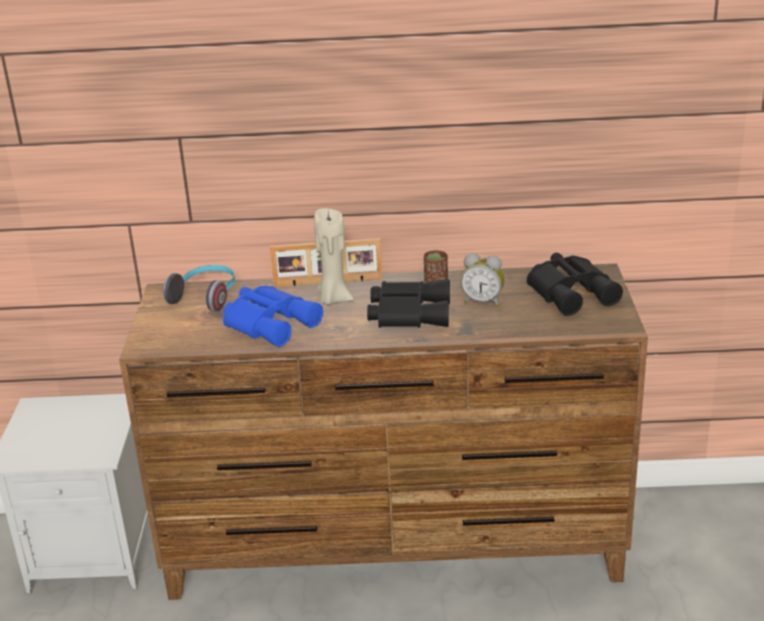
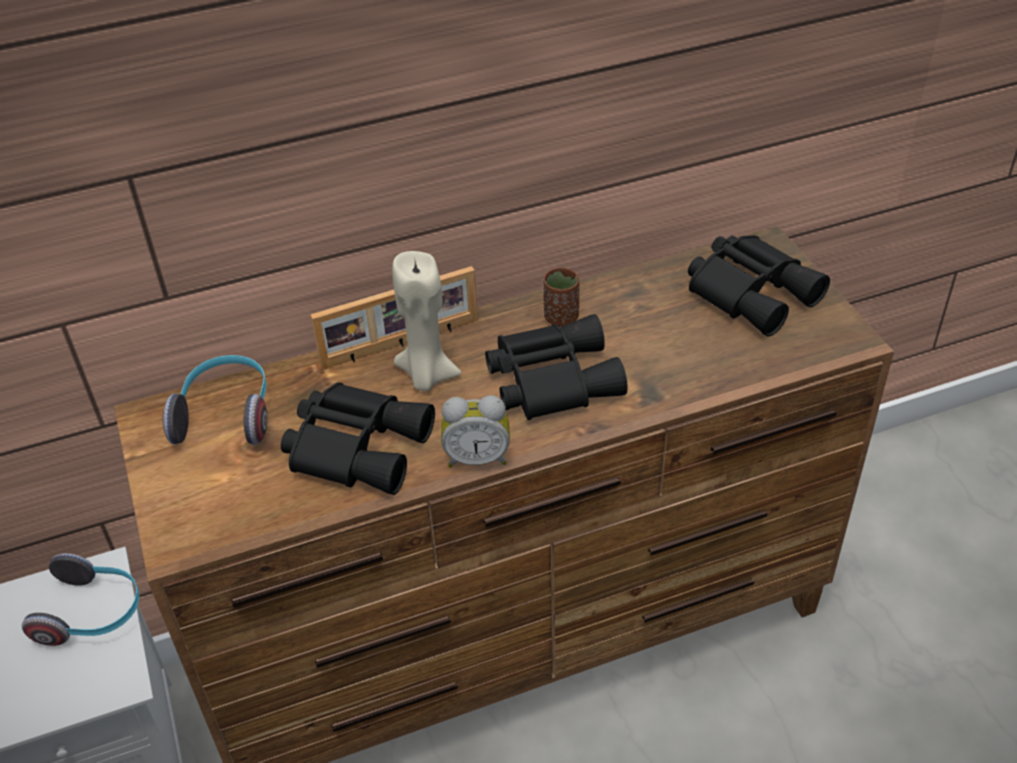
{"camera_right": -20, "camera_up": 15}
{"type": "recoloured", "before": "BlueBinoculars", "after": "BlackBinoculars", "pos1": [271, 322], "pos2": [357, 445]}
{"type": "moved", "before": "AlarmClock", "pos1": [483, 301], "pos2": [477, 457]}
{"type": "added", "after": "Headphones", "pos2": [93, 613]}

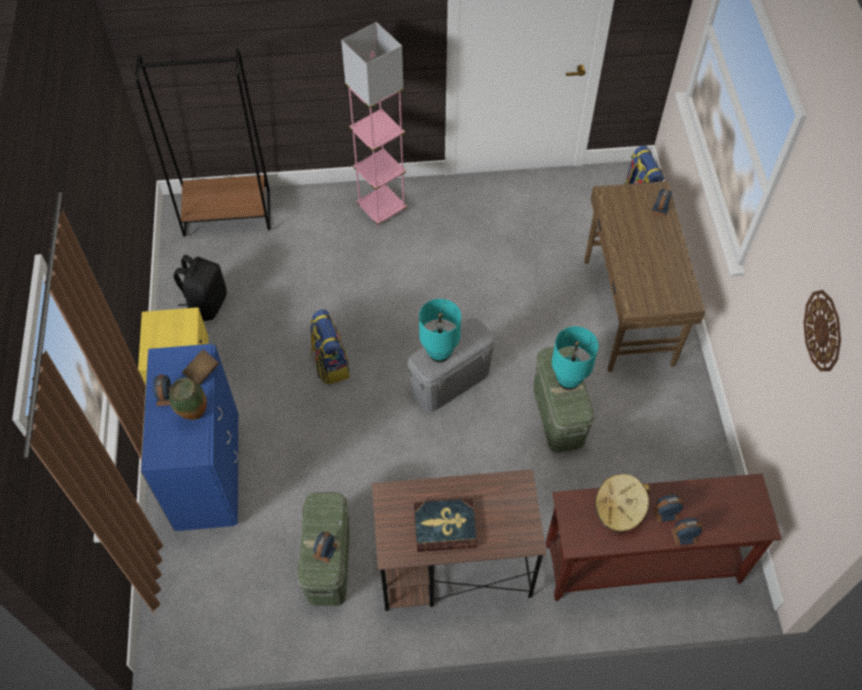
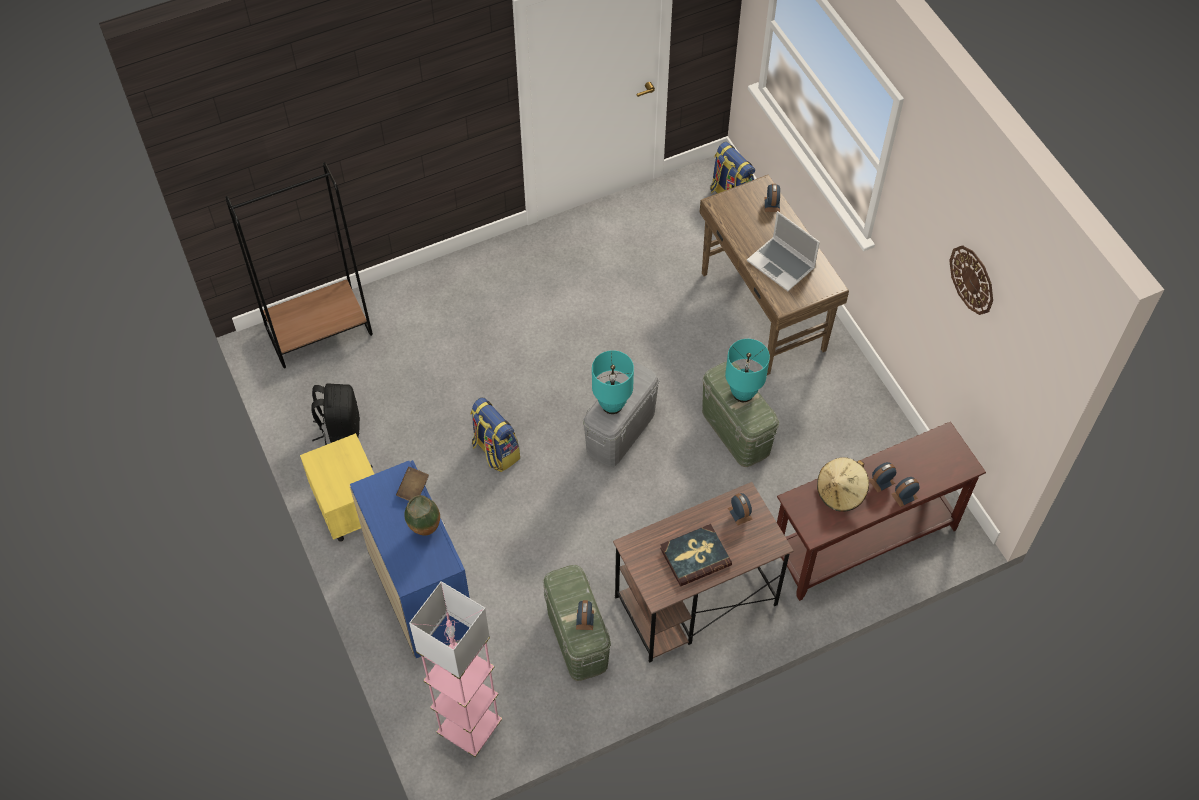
{"camera_right": -20, "camera_up": 0}
{"type": "moved", "before": "AlarmClock", "pos1": [166, 396], "pos2": [740, 513]}
{"type": "moved", "before": "PinkFloorLamp", "pos1": [381, 208], "pos2": [470, 728]}
{"type": "added", "after": "Laptop", "pos2": [782, 265]}

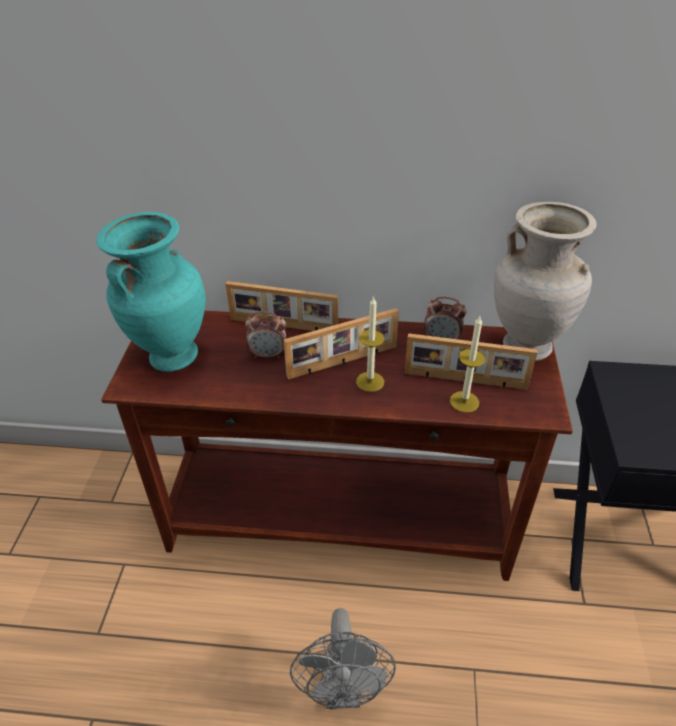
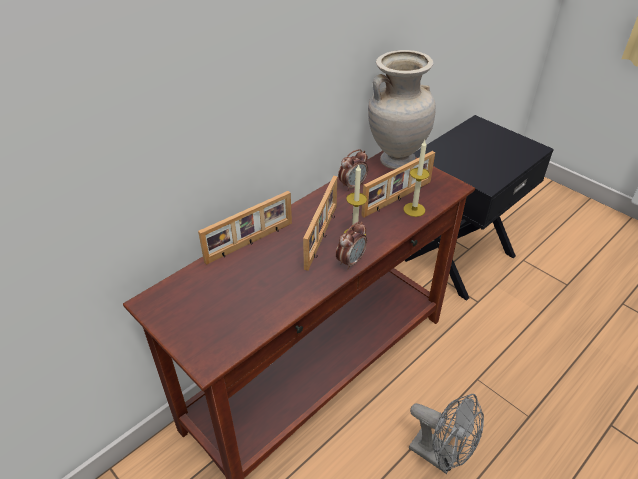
{"camera_right": -50, "camera_up": 0}
{"type": "removed", "before": "TurquoiseVase", "pos1": [171, 357]}
{"type": "moved", "before": "AlarmClock", "pos1": [268, 354], "pos2": [350, 261]}

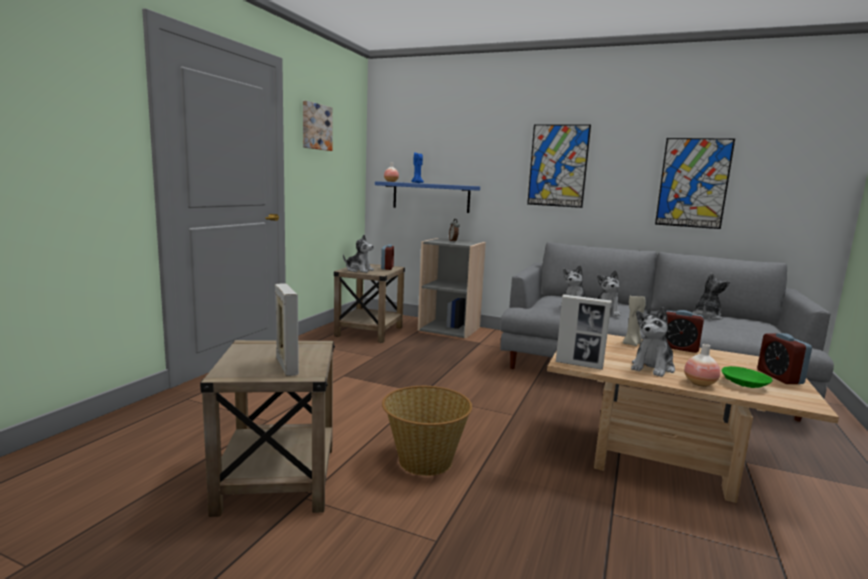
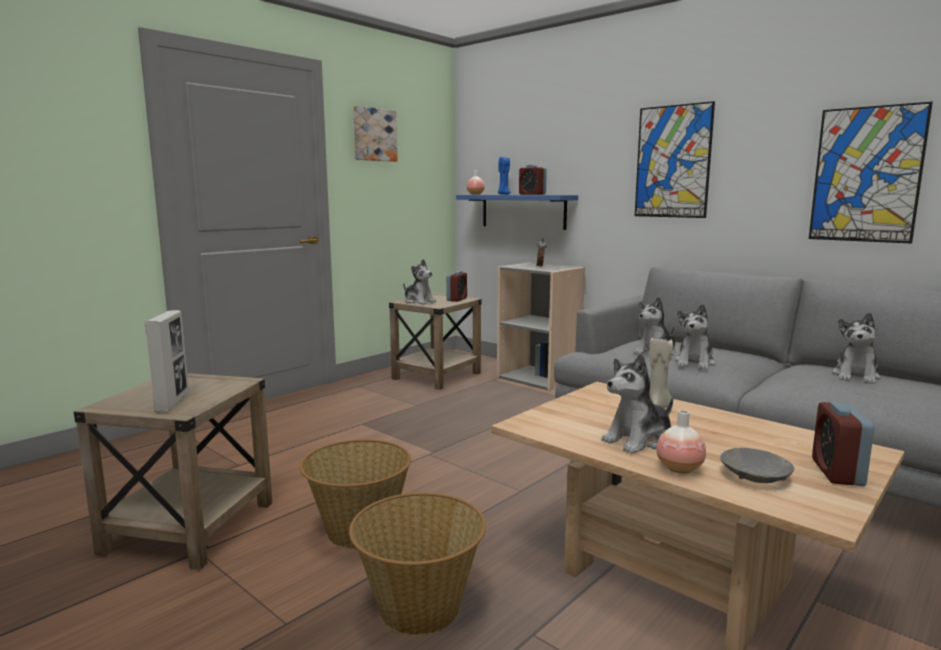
{"camera_right": 20, "camera_up": 0}
{"type": "removed", "before": "PictureFrame", "pos1": [579, 365]}
{"type": "moved", "before": "AlarmClock", "pos1": [679, 348], "pos2": [532, 194]}
{"type": "turned", "before": "PlushToy", "pos1": [706, 316], "pos2": [856, 376], "turn": 150}
{"type": "recoloured", "before": "GreenBowl", "after": "GreyBowl", "pos1": [745, 384], "pos2": [755, 477]}
{"type": "added", "after": "Basket", "pos2": [419, 609]}

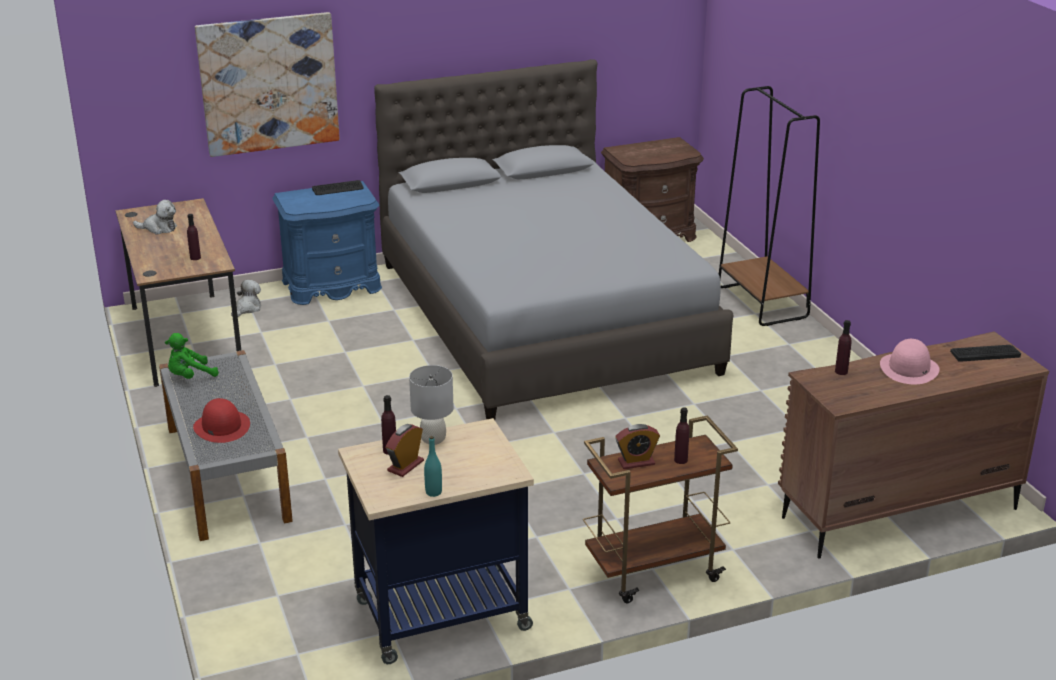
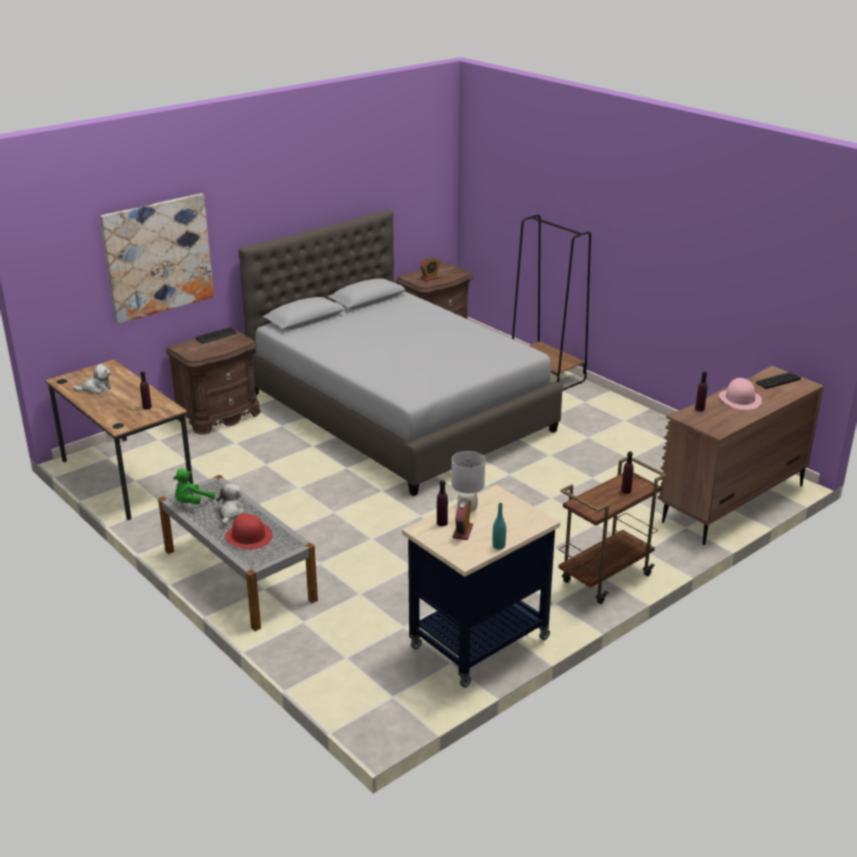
{"camera_right": -20, "camera_up": 0}
{"type": "moved", "before": "PlushToy", "pos1": [247, 309], "pos2": [230, 513]}
{"type": "recoloured", "before": "BlueNightstand", "after": "BrownNightstand", "pos1": [333, 287], "pos2": [221, 416]}
{"type": "moved", "before": "AlarmClock", "pos1": [636, 462], "pos2": [430, 278]}

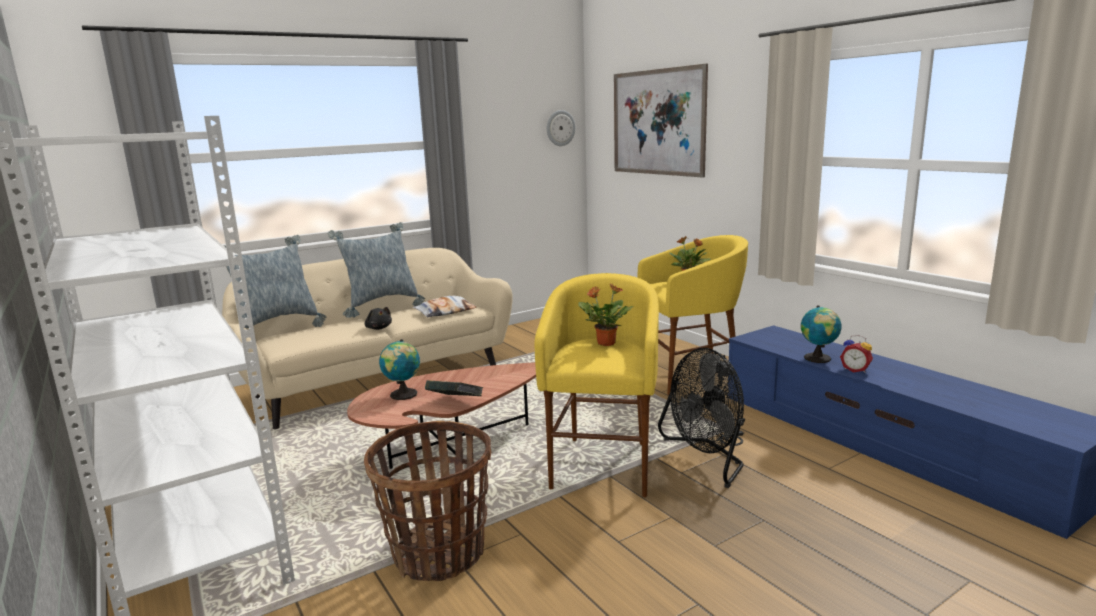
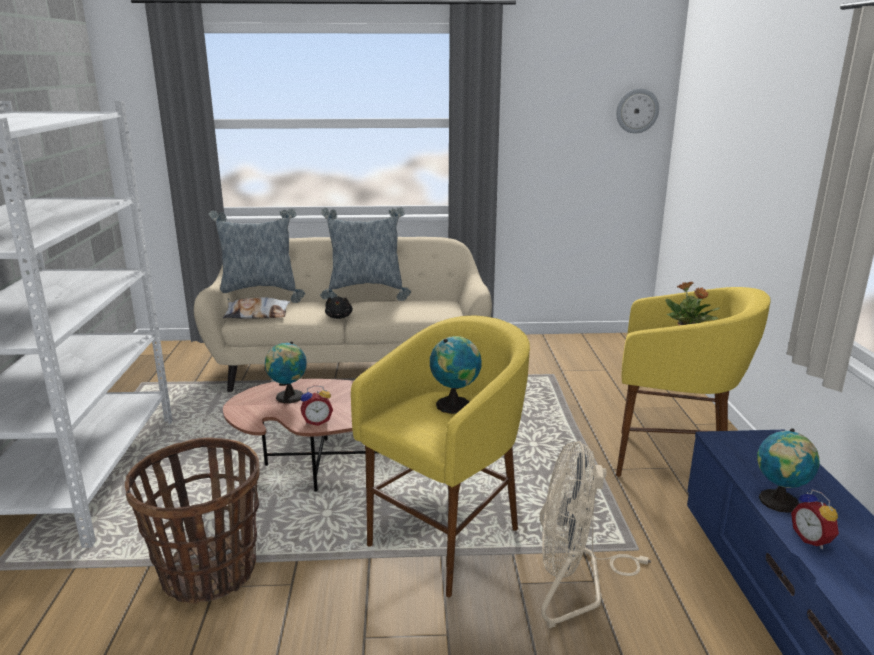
{"camera_right": 30, "camera_up": 5}
{"type": "moved", "before": "Pillow", "pos1": [445, 312], "pos2": [257, 314]}
{"type": "replaced", "before": "Book", "after": "AlarmClock", "pos1": [455, 403], "pos2": [317, 421]}
{"type": "replaced", "before": "PottedPlant", "after": "Globe", "pos1": [605, 343], "pos2": [455, 405]}
{"type": "removed", "before": "Picture", "pos1": [657, 122]}
{"type": "recoloured", "before": "BlackFan", "after": "BeigeFan", "pos1": [709, 455], "pos2": [576, 575]}

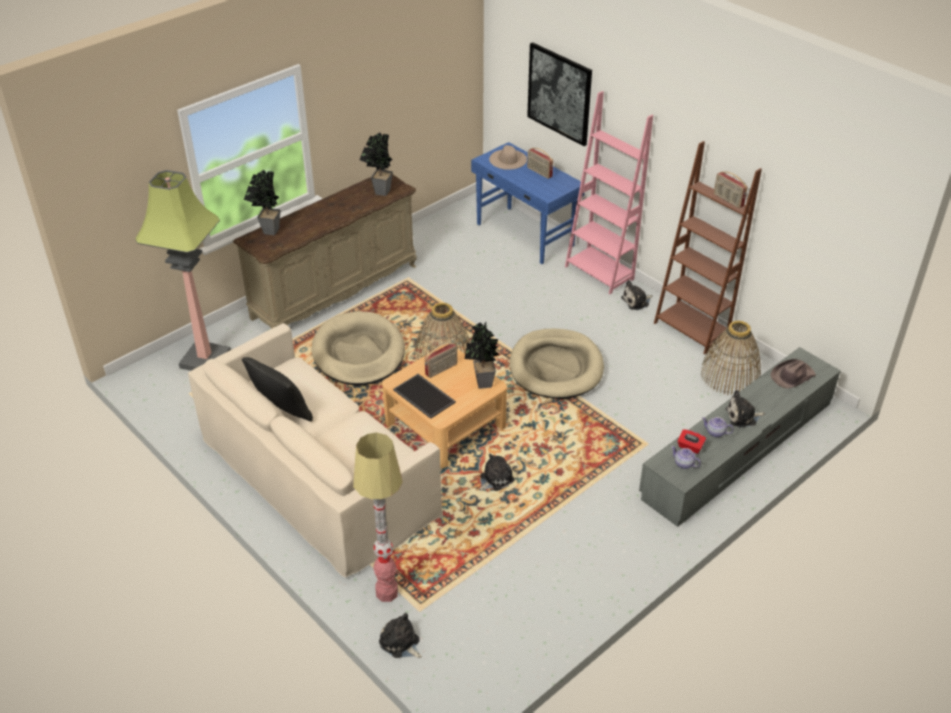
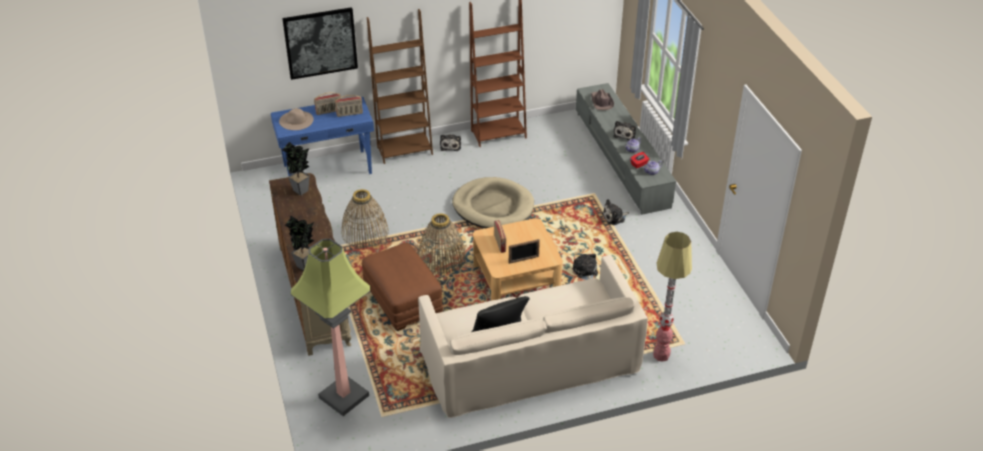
{"camera_right": -65, "camera_up": 0}
{"type": "replaced", "before": "BeigeDogBed", "after": "BrownOttoman", "pos1": [359, 353], "pos2": [403, 301]}
{"type": "moved", "before": "PlushToy", "pos1": [400, 643], "pos2": [614, 217]}
{"type": "replaced", "before": "Tray", "after": "PictureFrame", "pos1": [425, 396], "pos2": [523, 260]}
{"type": "removed", "before": "PottedPlant", "pos1": [483, 385]}
{"type": "recoloured", "before": "PinkBookcase", "after": "BrownBookcase", "pos1": [599, 273], "pos2": [404, 150]}
{"type": "moved", "before": "Basket", "pos1": [729, 375], "pos2": [365, 233]}
{"type": "moved", "before": "Radio", "pos1": [728, 200], "pos2": [349, 114]}

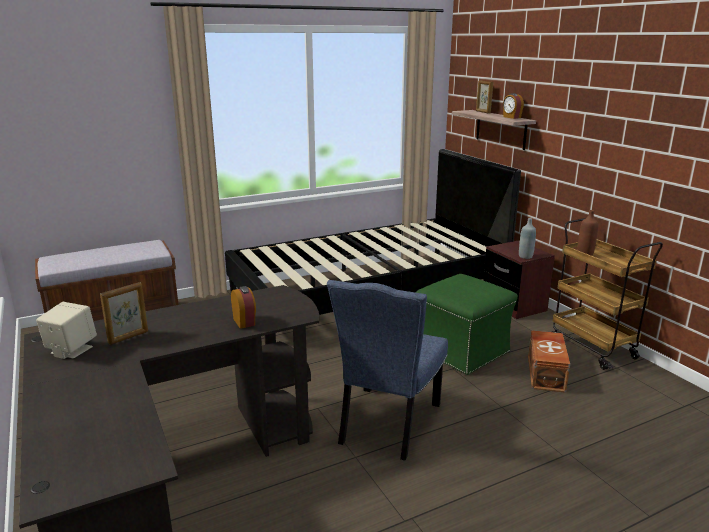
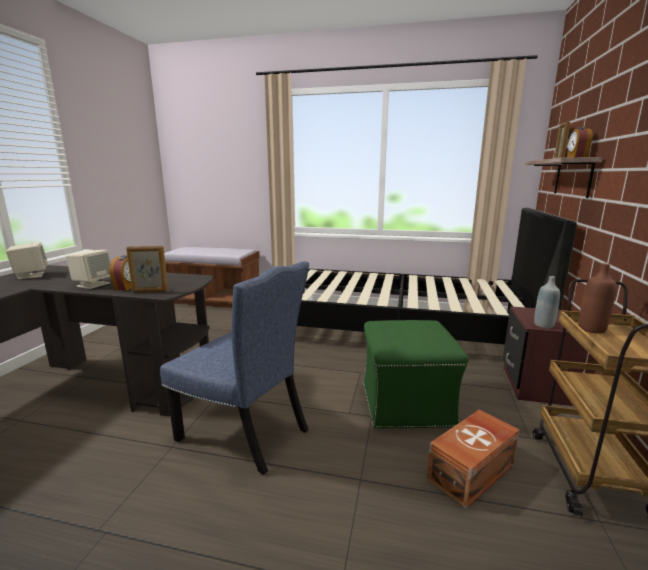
{"camera_right": 40, "camera_up": -5}
{"type": "moved", "before": "PictureFrame", "pos1": [129, 337], "pos2": [150, 291]}
{"type": "turned", "before": "BlueChair", "pos1": [388, 421], "pos2": [243, 432], "turn": -120}
{"type": "added", "after": "BeigeSpeaker", "pos2": [93, 284]}

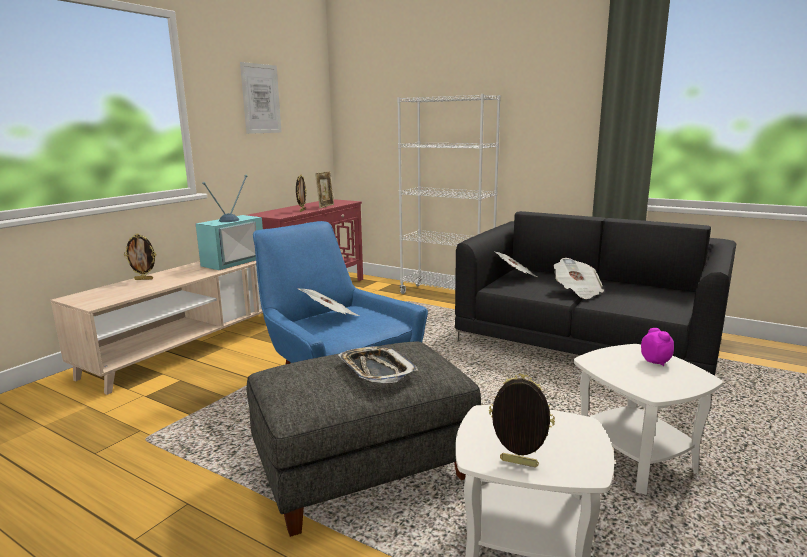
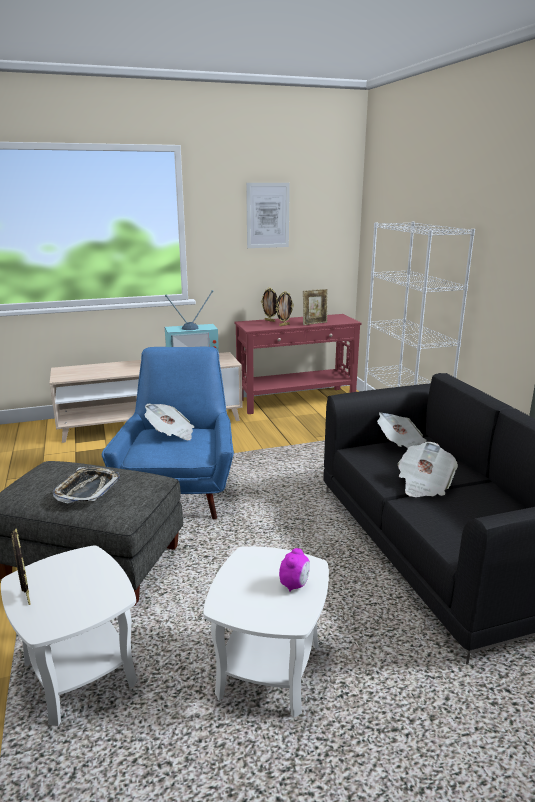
{"camera_right": 40, "camera_up": 5}
{"type": "moved", "before": "PictureFrame", "pos1": [144, 279], "pos2": [270, 321]}

